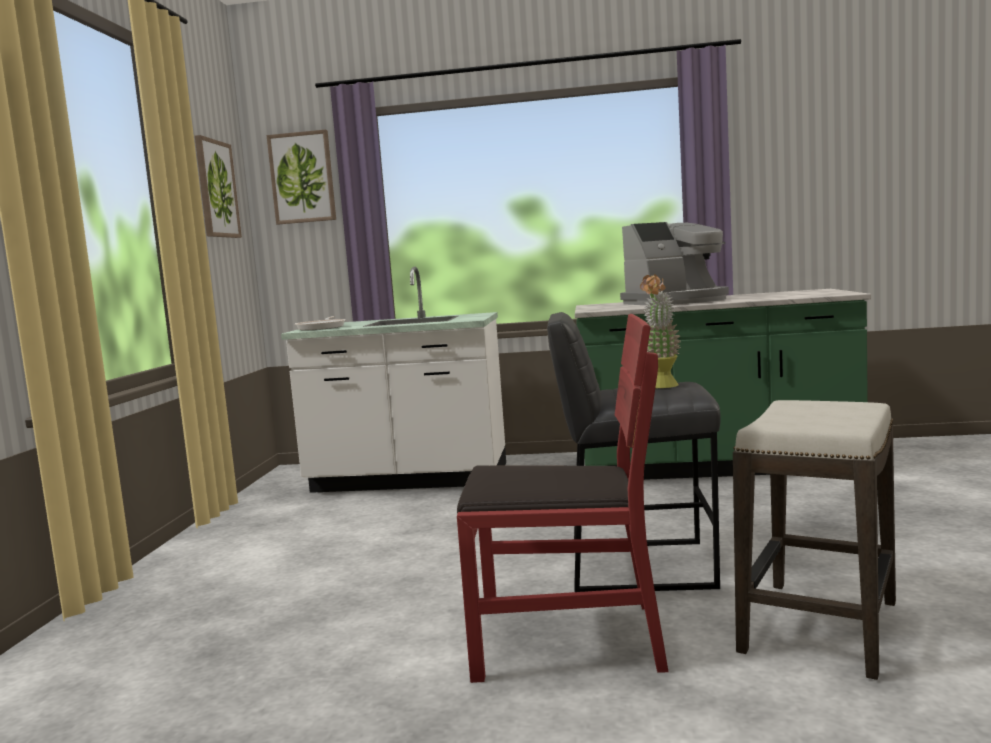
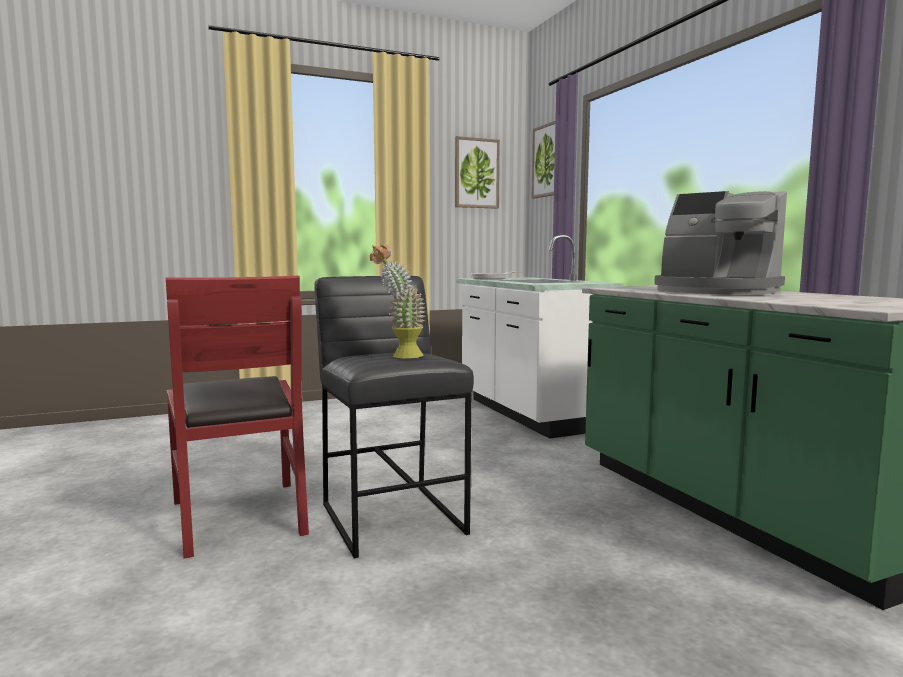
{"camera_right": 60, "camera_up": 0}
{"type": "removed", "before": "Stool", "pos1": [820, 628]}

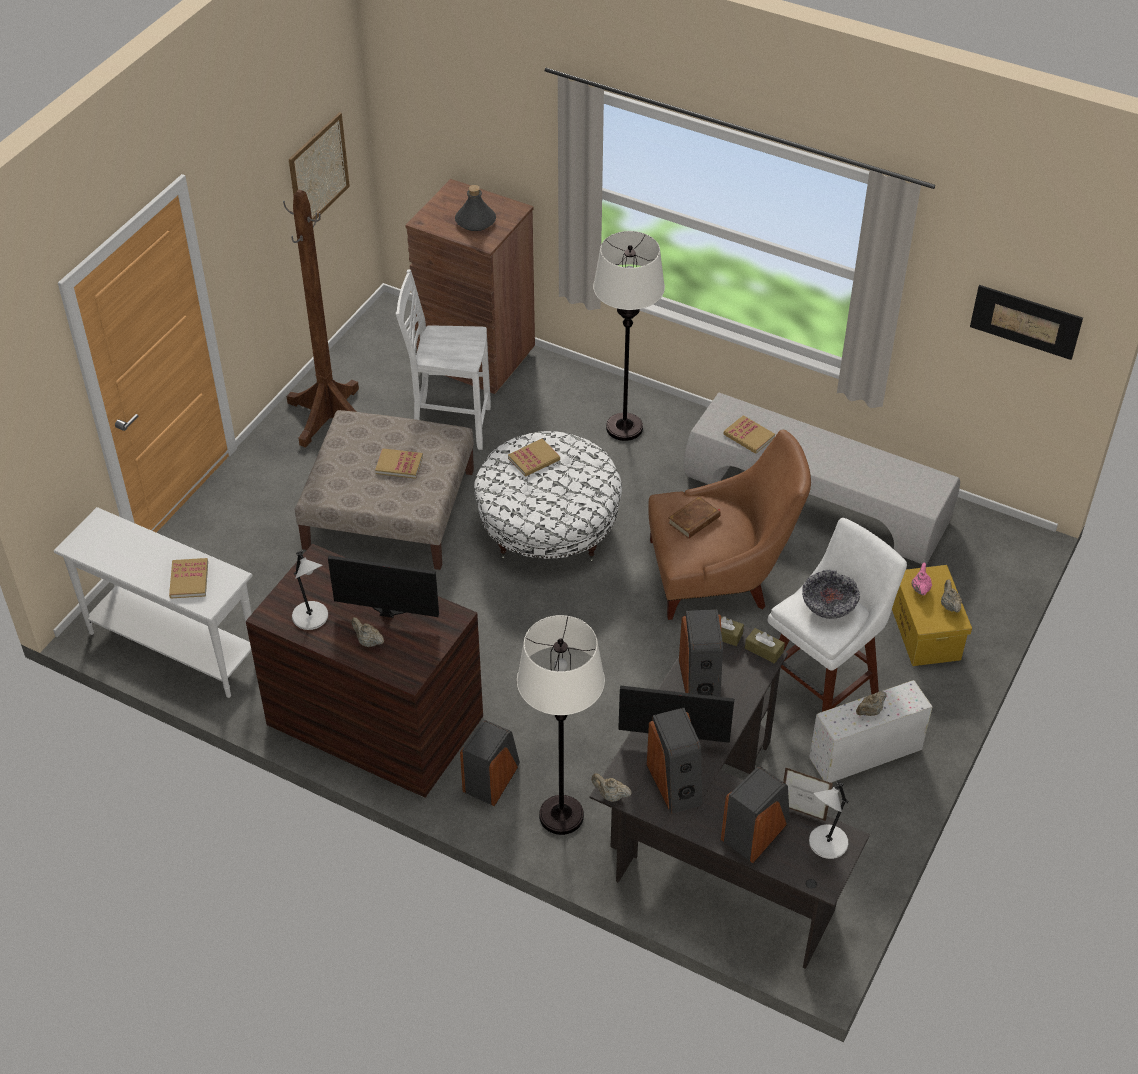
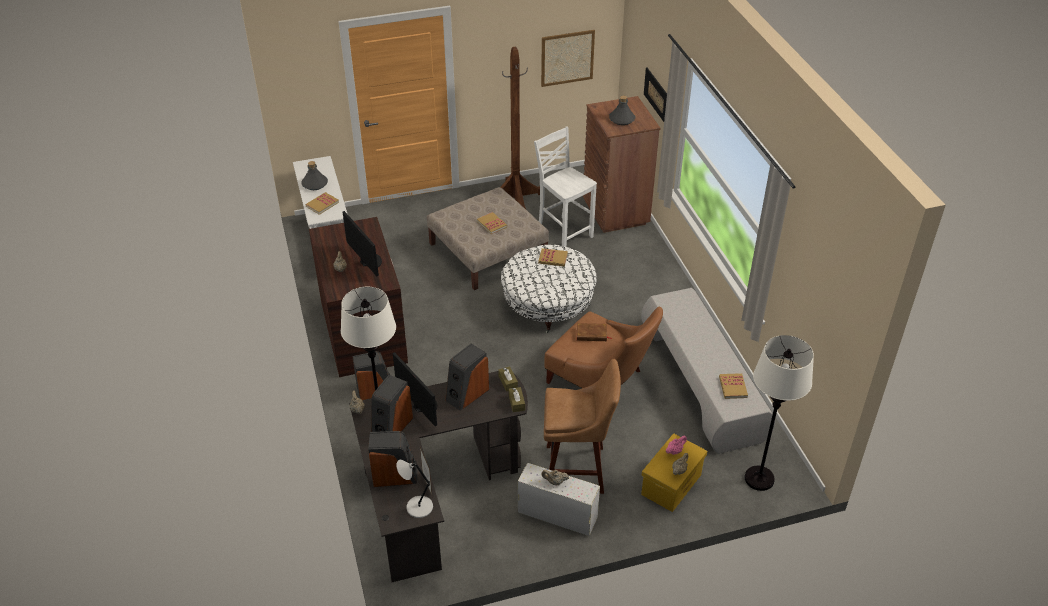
{"camera_right": 45, "camera_up": -5}
{"type": "removed", "before": "GreyTableLamp", "pos1": [311, 617]}
{"type": "moved", "before": "WhiteFloorLamp", "pos1": [624, 427], "pos2": [759, 478]}
{"type": "moved", "before": "Book", "pos1": [749, 436], "pos2": [733, 387]}
{"type": "recoloured", "before": "WhiteStool", "after": "BrownStool", "pos1": [822, 689], "pos2": [578, 469]}
{"type": "removed", "before": "Bowl", "pos1": [828, 608]}
{"type": "moved", "before": "Picture", "pos1": [1025, 321], "pos2": [657, 96]}
{"type": "added", "after": "GreyBottle", "pos2": [314, 184]}

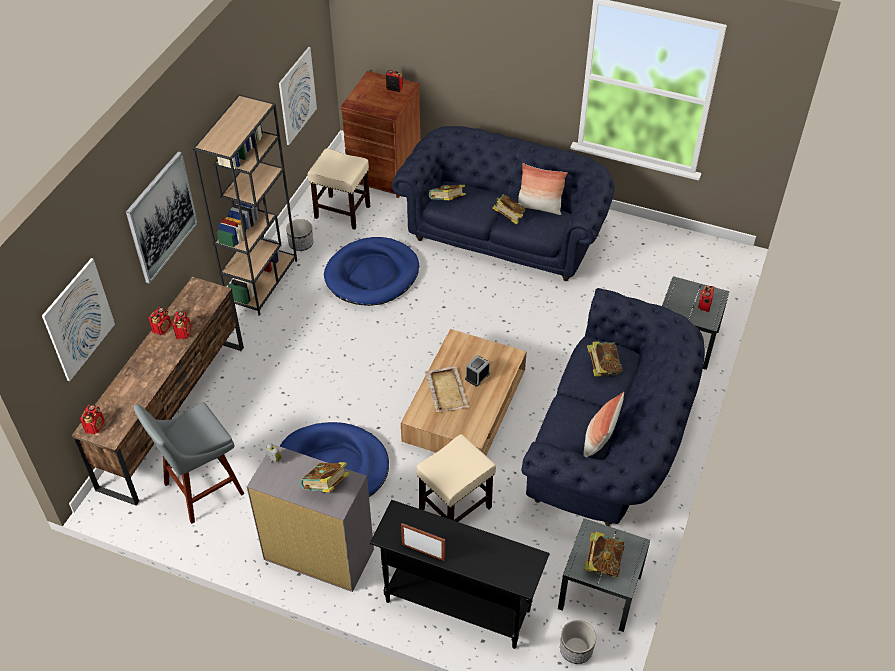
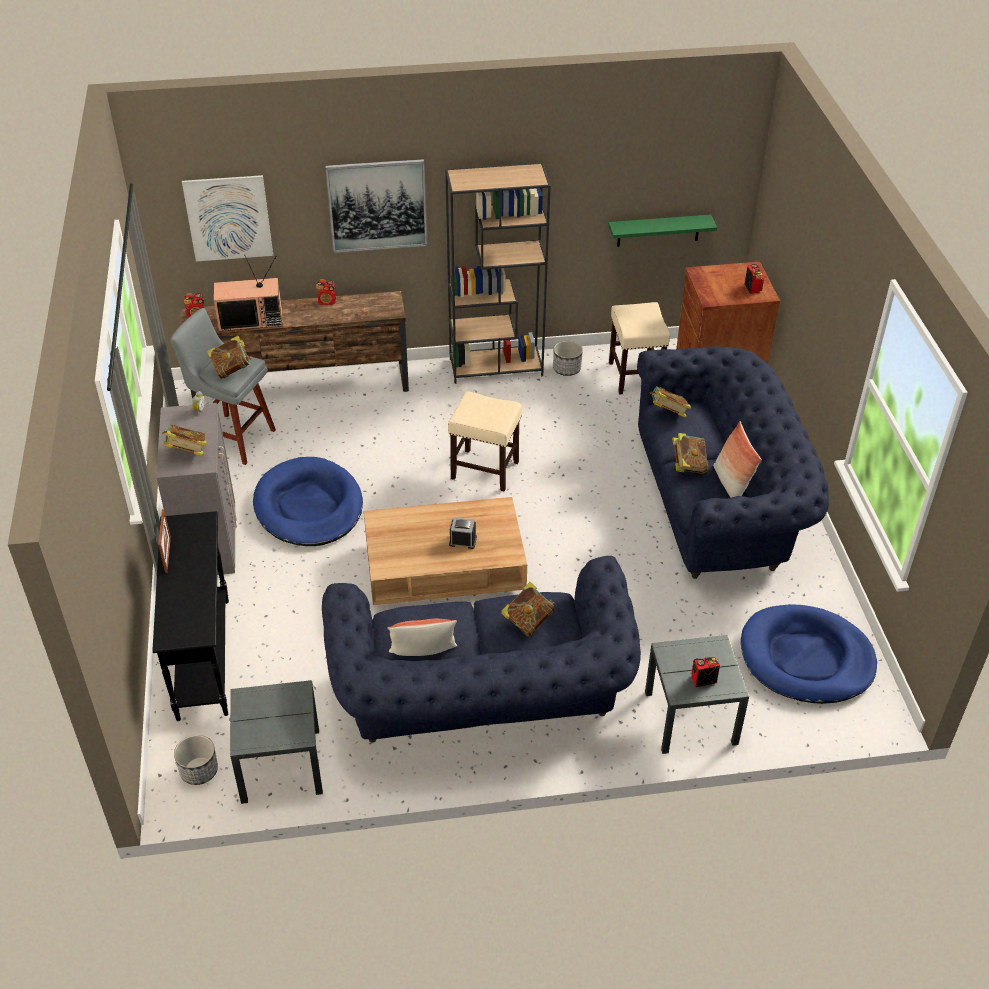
{"camera_right": 60, "camera_up": -5}
{"type": "removed", "before": "Radio", "pos1": [183, 332]}
{"type": "replaced", "before": "Picture", "after": "GreenShelf", "pos1": [297, 96], "pos2": [658, 230]}
{"type": "moved", "before": "BlueDogBed", "pos1": [372, 275], "pos2": [806, 658]}
{"type": "moved", "before": "BeigeStool", "pos1": [456, 508], "pos2": [486, 470]}
{"type": "removed", "before": "BeigeTray", "pos1": [446, 390]}
{"type": "moved", "before": "Book", "pos1": [602, 563], "pos2": [232, 369]}
{"type": "added", "after": "Television", "pos2": [251, 319]}

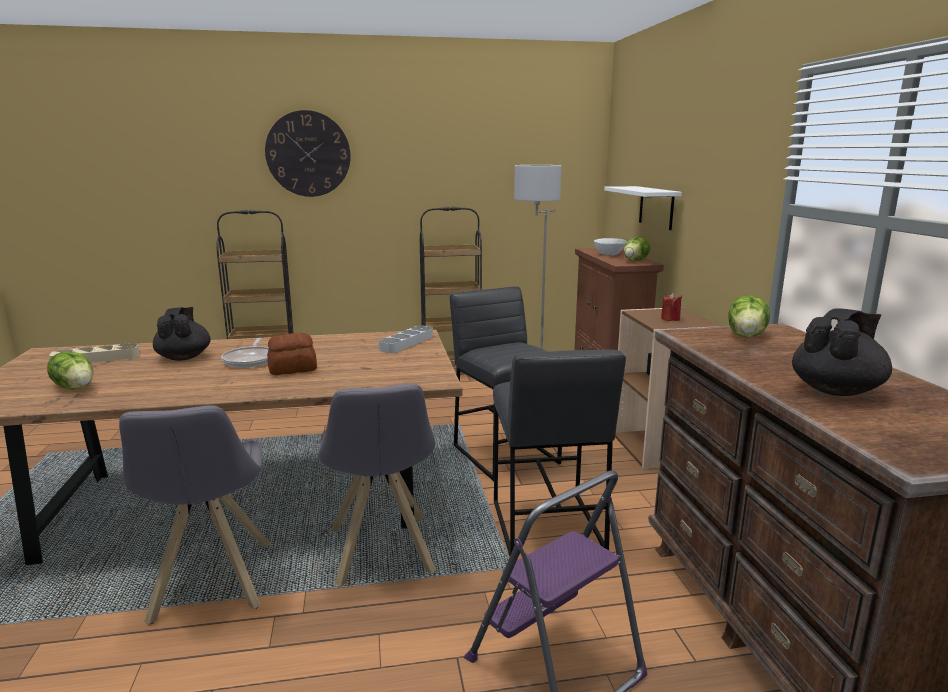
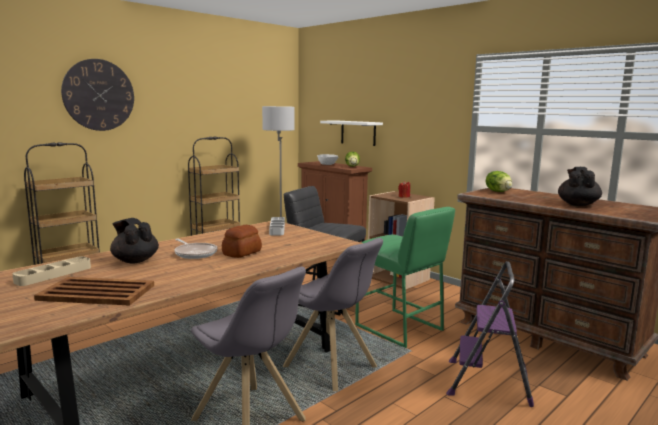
{"camera_right": -35, "camera_up": -5}
{"type": "replaced", "before": "Lettuce", "after": "BrownTray", "pos1": [75, 387], "pos2": [96, 292]}
{"type": "recoloured", "before": "GreyStool", "after": "GreenStool", "pos1": [547, 527], "pos2": [400, 328]}

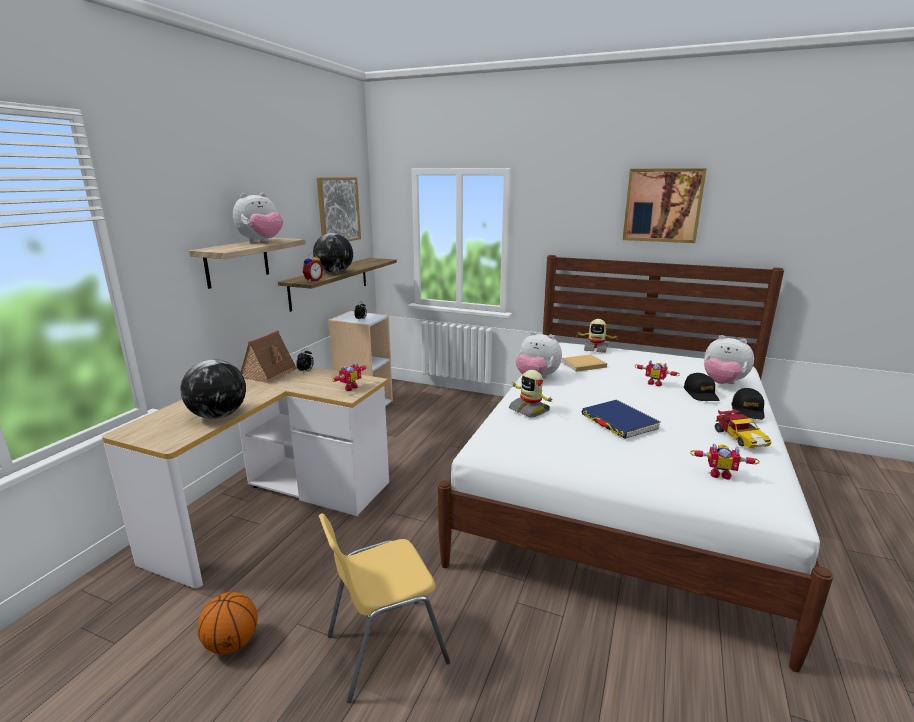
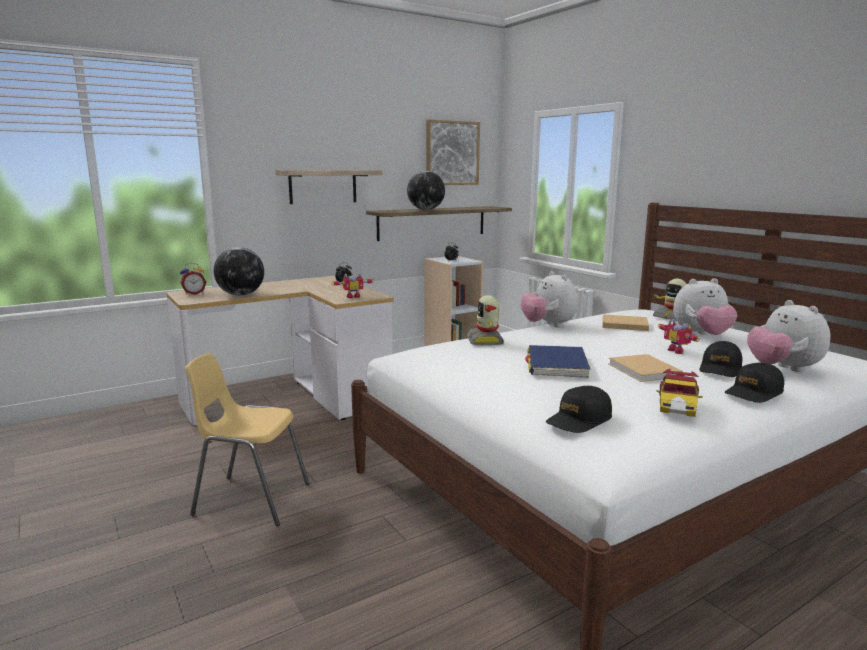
{"camera_right": 35, "camera_up": -5}
{"type": "removed", "before": "Basketball", "pos1": [232, 643]}
{"type": "moved", "before": "PlushToy", "pos1": [262, 242], "pos2": [701, 335]}
{"type": "removed", "before": "ToyHouse", "pos1": [271, 373]}
{"type": "moved", "before": "AlarmClock", "pos1": [312, 280], "pos2": [194, 293]}
{"type": "removed", "before": "Picture", "pos1": [662, 205]}
{"type": "replaced", "before": "ToyRobot", "after": "BlackCap", "pos1": [719, 474], "pos2": [579, 420]}
{"type": "added", "after": "BeigeBook", "pos2": [645, 371]}

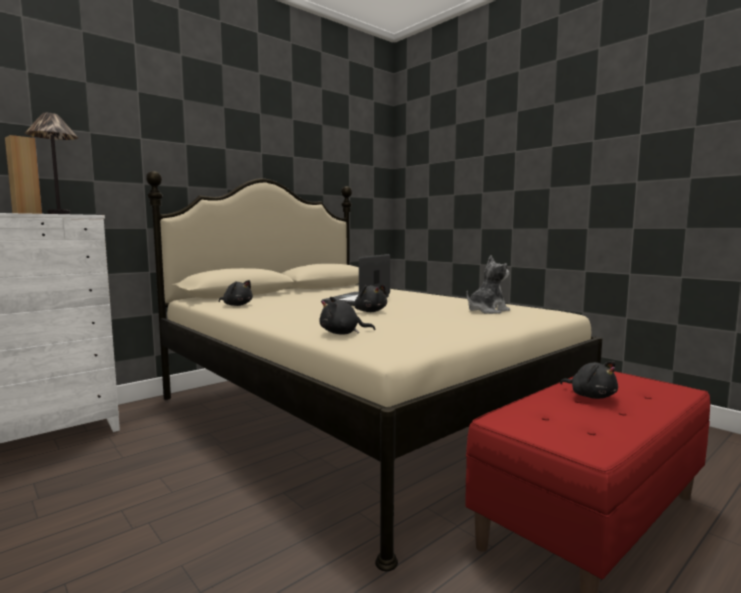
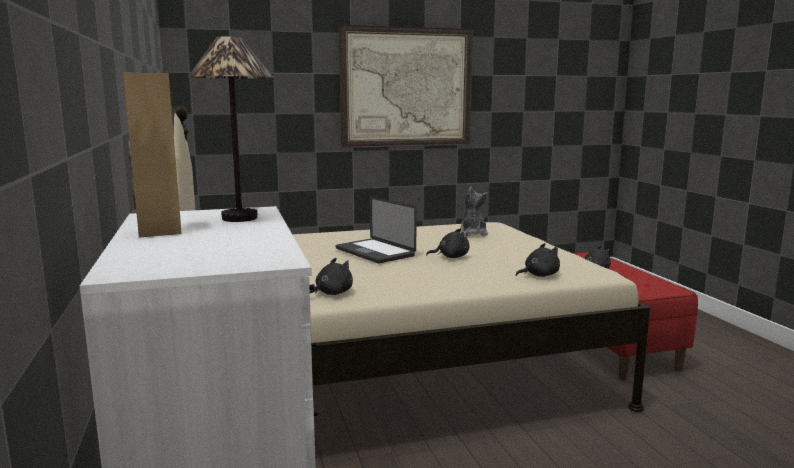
{"camera_right": -65, "camera_up": 5}
{"type": "turned", "before": "BlackPlushToy", "pos1": [342, 333], "pos2": [539, 275], "turn": -135}
{"type": "added", "after": "Picture", "pos2": [407, 87]}

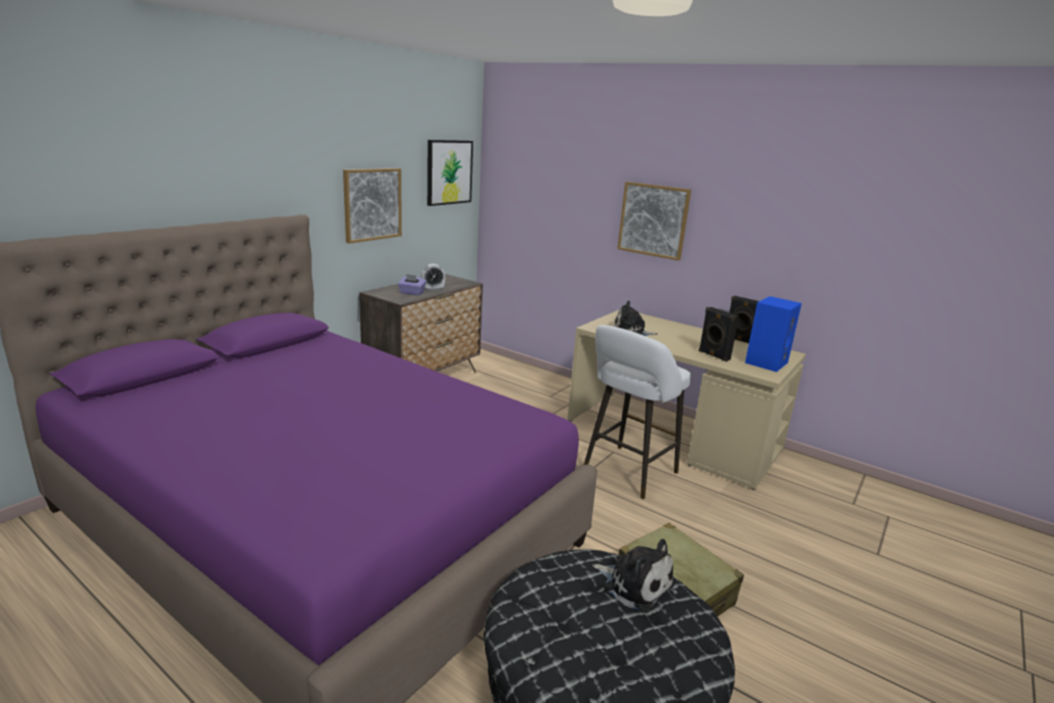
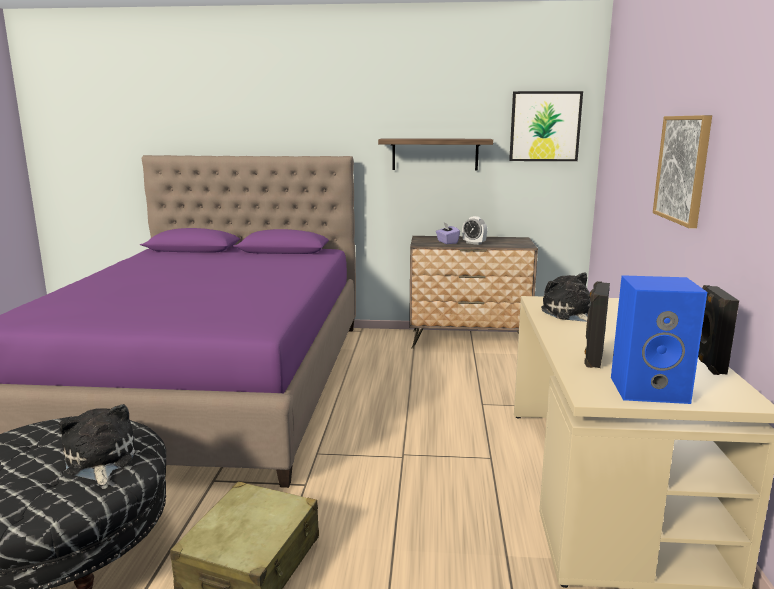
{"camera_right": 60, "camera_up": -5}
{"type": "replaced", "before": "Picture", "after": "Shelf", "pos1": [372, 204], "pos2": [435, 154]}
{"type": "removed", "before": "WhiteStool", "pos1": [627, 473]}
{"type": "turned", "before": "PlushToy", "pos1": [634, 584], "pos2": [99, 461], "turn": 150}

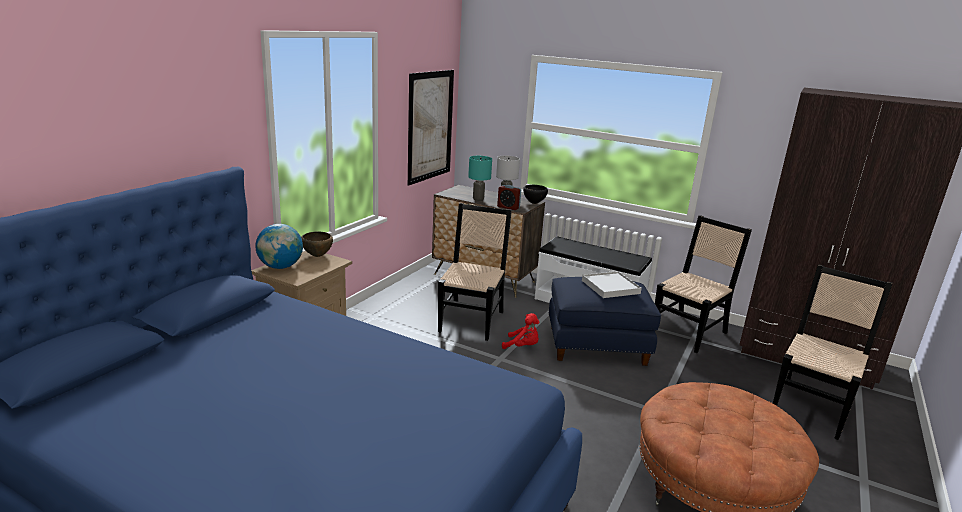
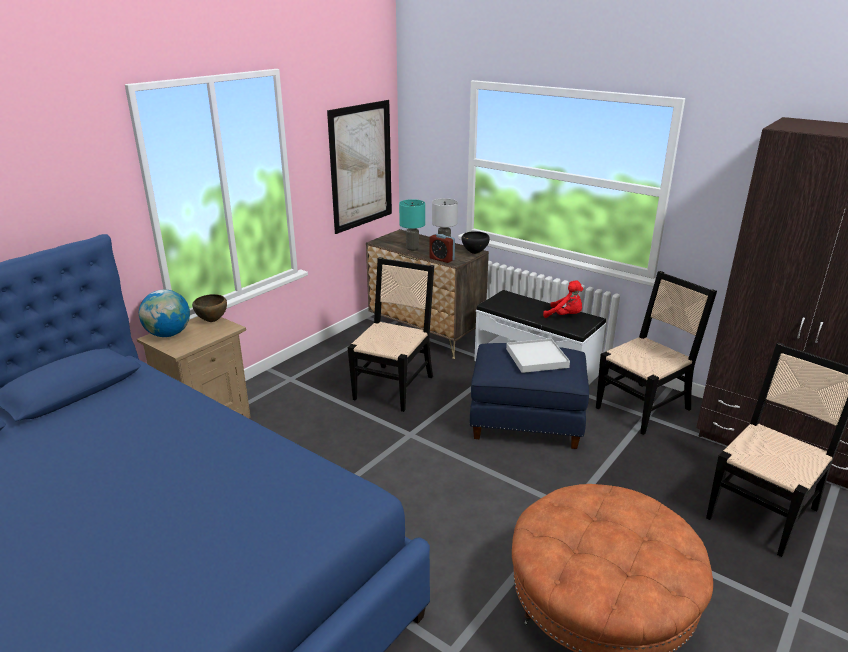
{"camera_right": 10, "camera_up": 5}
{"type": "moved", "before": "RedPlushToy", "pos1": [522, 346], "pos2": [565, 316]}

